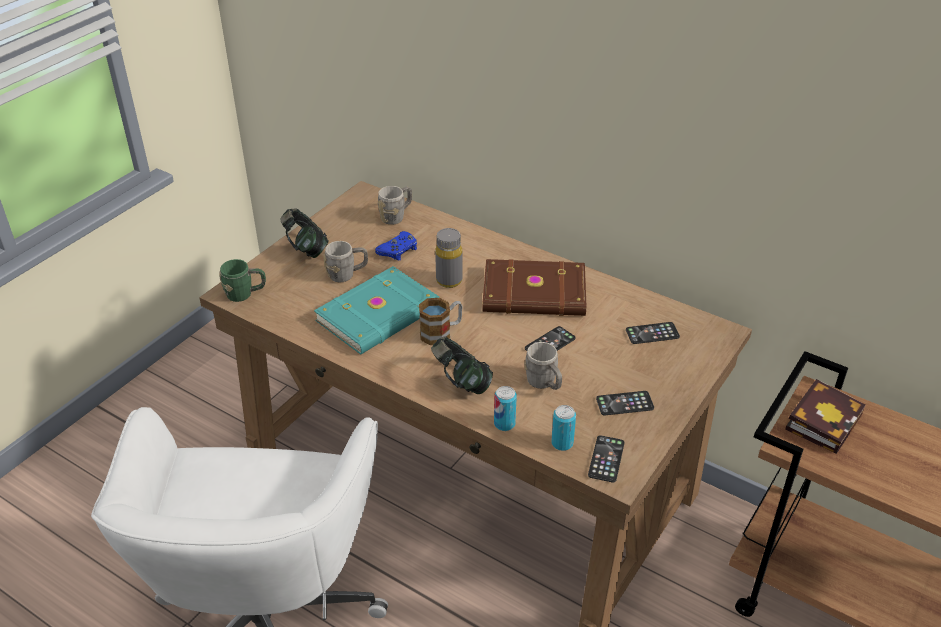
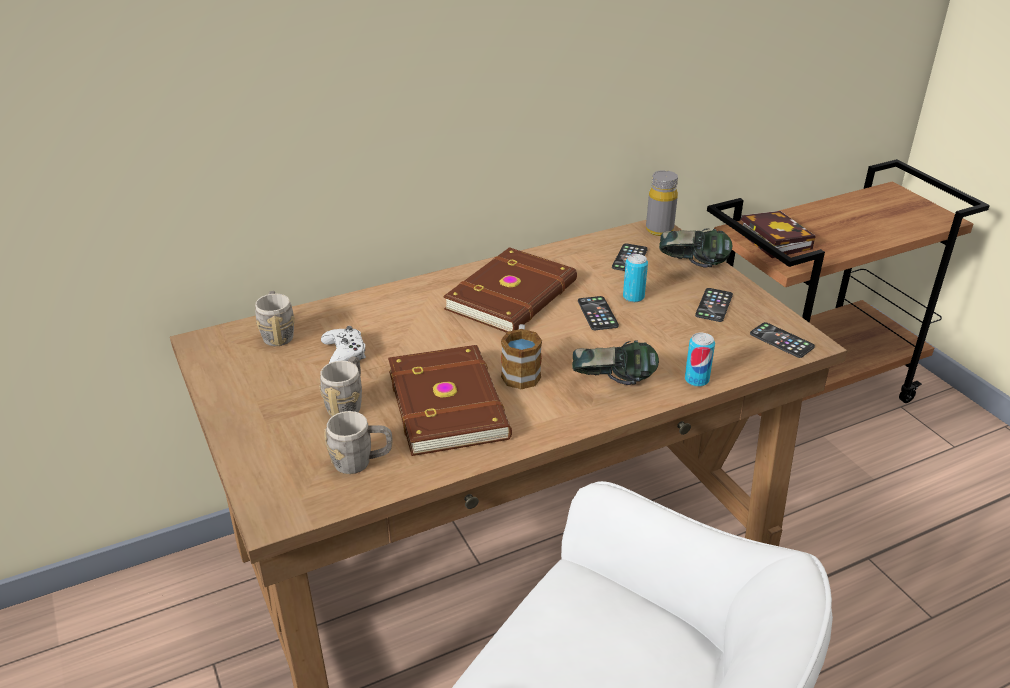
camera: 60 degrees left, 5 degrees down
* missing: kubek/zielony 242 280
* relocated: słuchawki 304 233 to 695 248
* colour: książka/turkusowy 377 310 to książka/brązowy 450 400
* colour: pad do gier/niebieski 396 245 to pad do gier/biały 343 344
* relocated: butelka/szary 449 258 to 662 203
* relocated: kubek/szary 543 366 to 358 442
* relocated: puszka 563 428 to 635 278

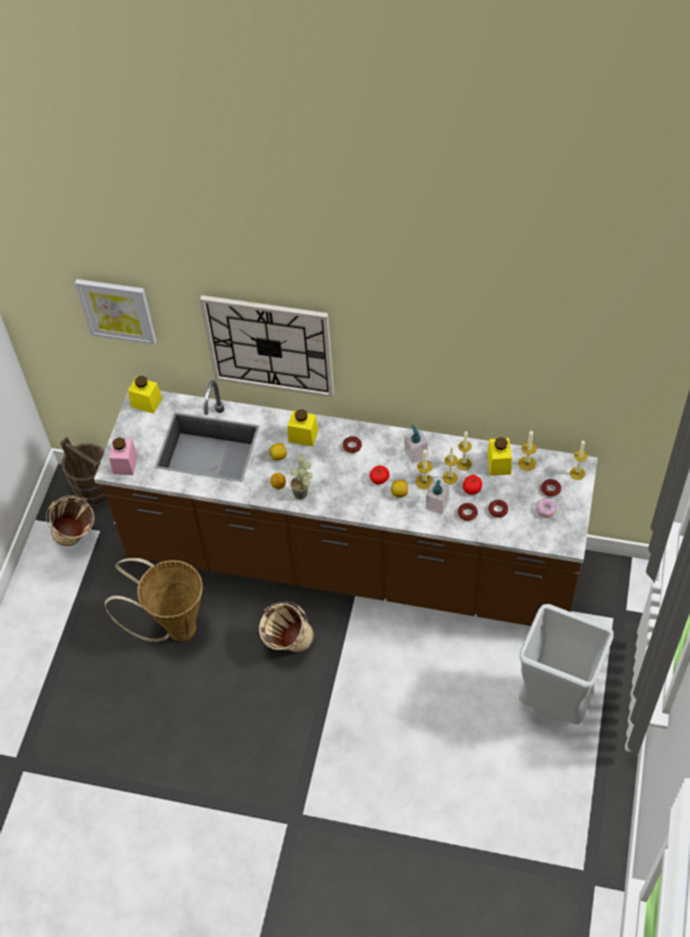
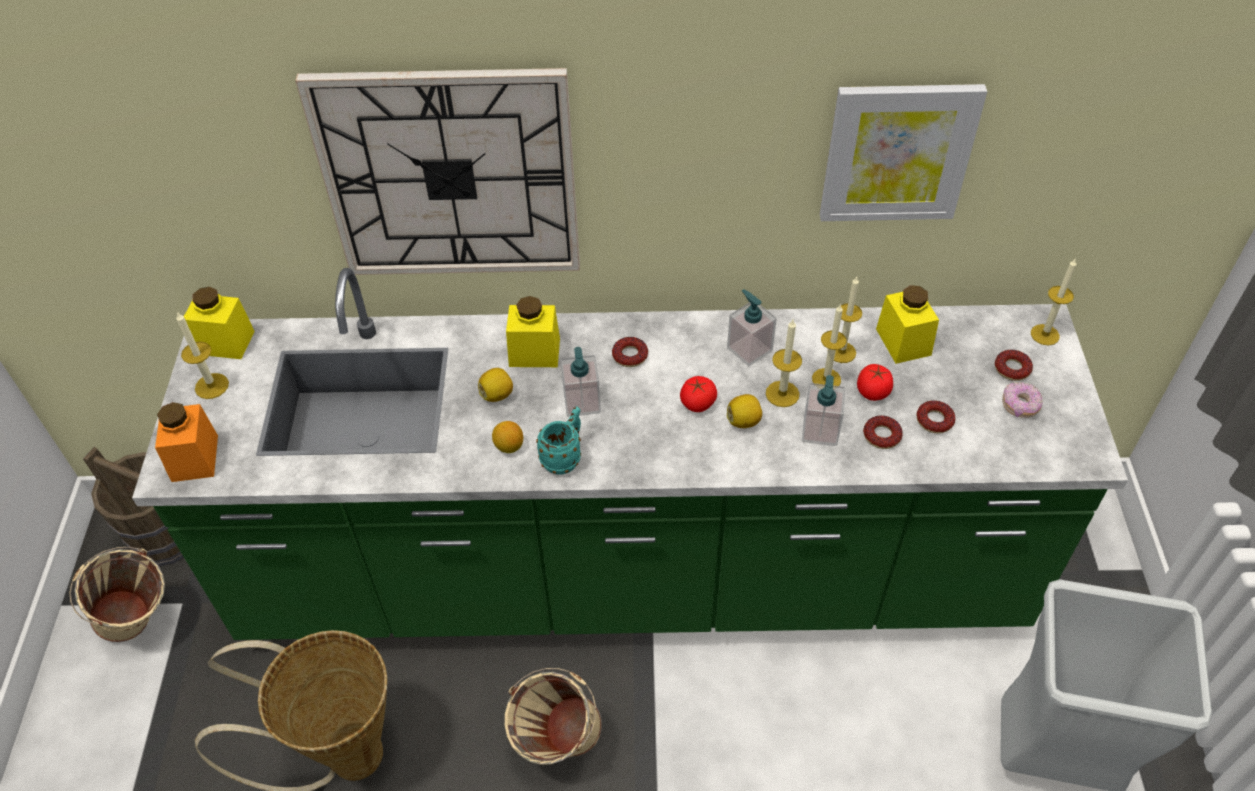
camera: 15 degrees left, 5 degrees down
* relocated: obraz 115 312 to 903 152
* colour: zabudowa kuchenna/brązowy 346 503 to zabudowa kuchenna/zielony 630 454
* colour: słoik/różowy 123 456 to słoik/pomarańczowy 186 442
* exchanged: roślina doniczkowa 301 477 to kubek/turkusowy 558 441
* relocated: świeca 527 450 to 202 355
* appeared: dozownik mydła 581 382

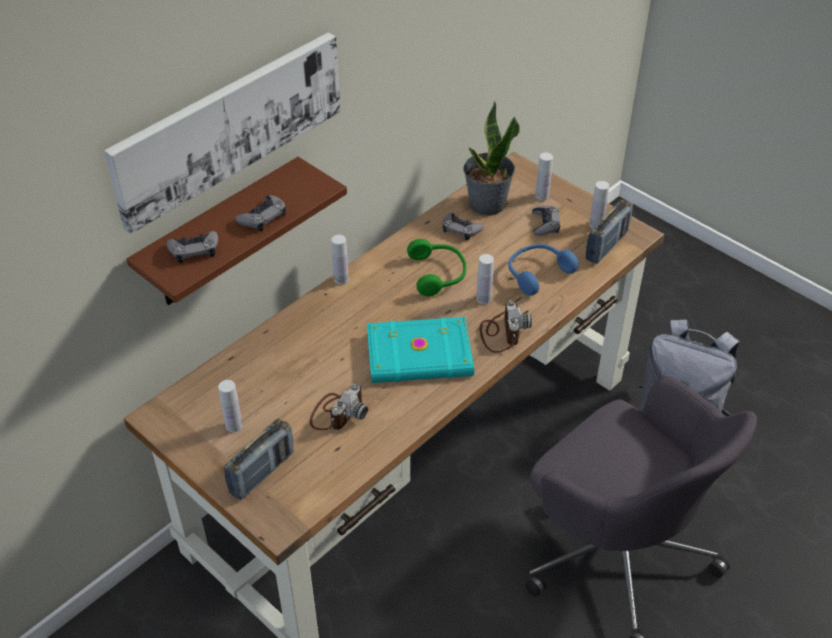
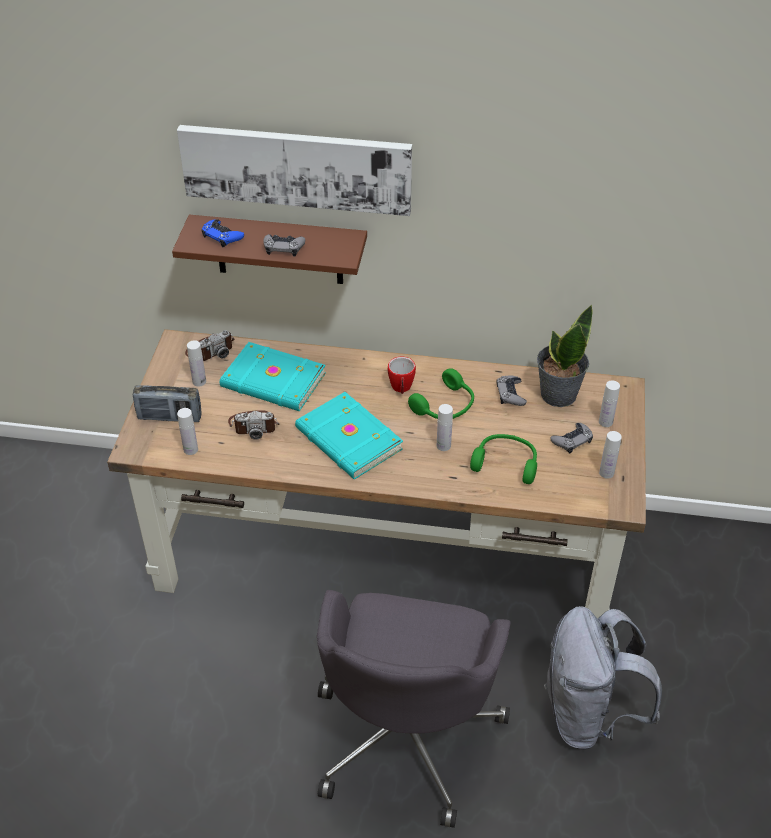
camera: 55 degrees right, 0 degrees up
* colour: pad do gier/szary 192 247 to pad do gier/niebieski 222 233
* relocated: butelka/biały 340 260 to 187 431
* relocated: aparat fotograficzny 506 326 to 209 345
* colour: słuchawki/niebieski 543 270 to słuchawki/zielony 503 459
* missing: radio 609 232
* appeared: książka/turkusowy 273 376
* appeared: kubek 402 375

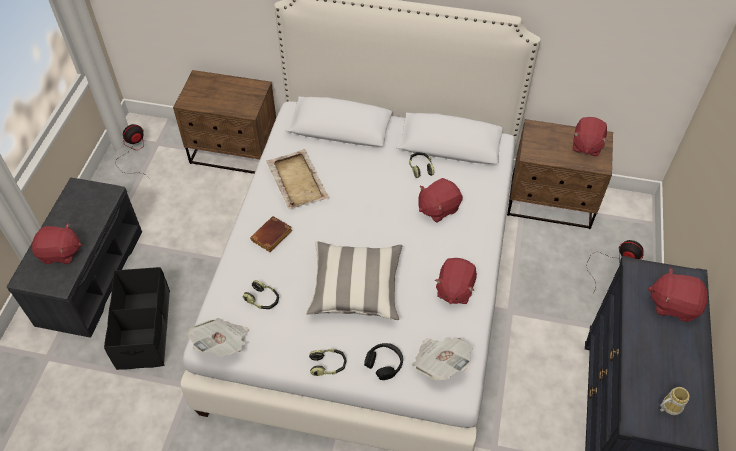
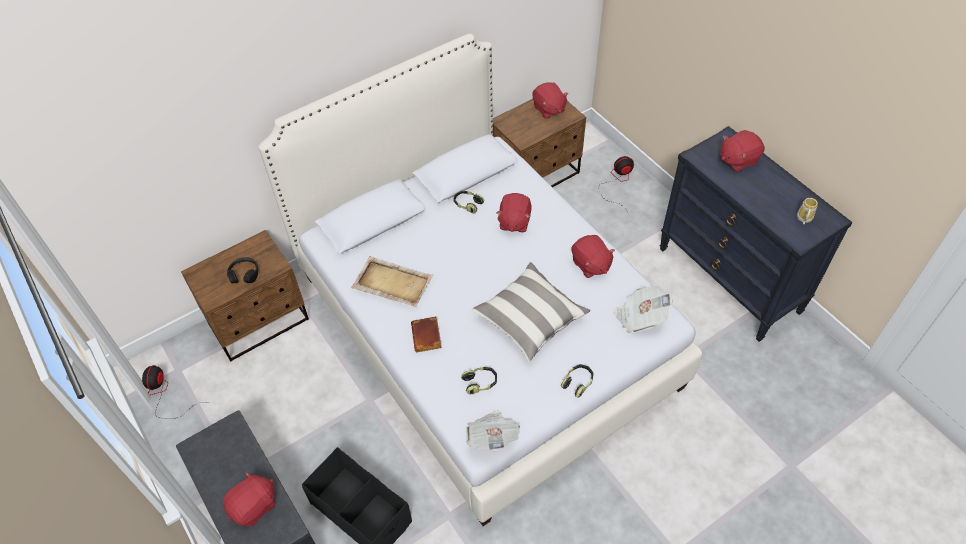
camera: 45 degrees left, 0 degrees up
* relocated: słuchawki/czarny 383 361 to 242 270

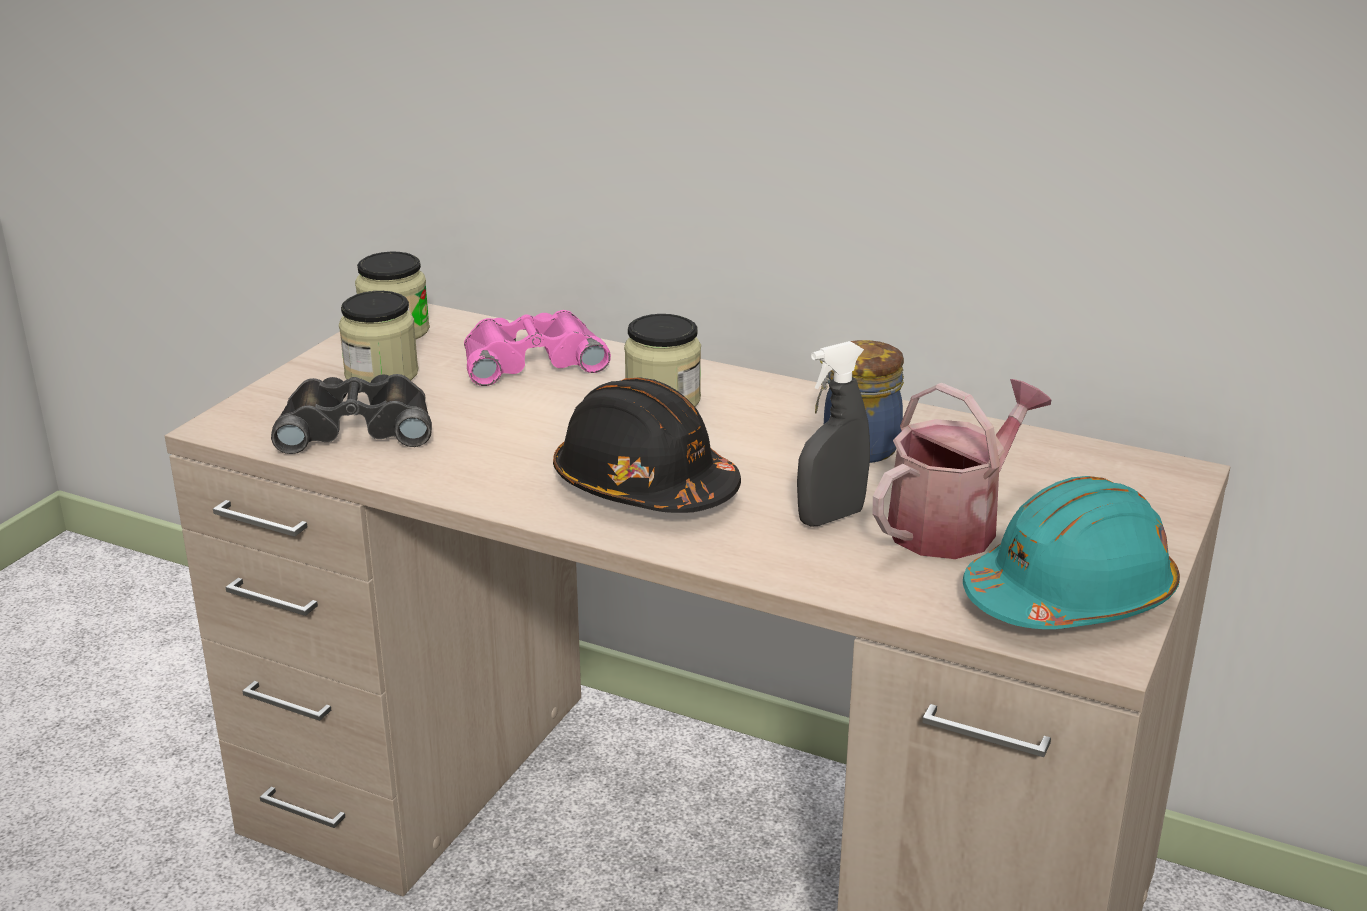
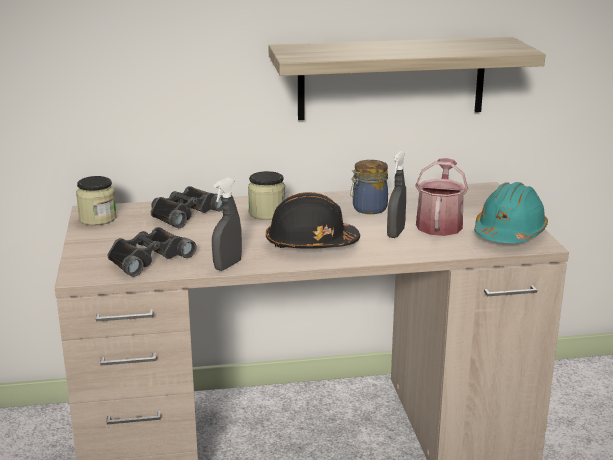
camera: 35 degrees left, 5 degrees down
* missing: słoik 379 337
* colour: lornetka/różowy 537 348 to lornetka/czarny 187 207
* appeared: spryskiwacz/szary 227 224
* appeared: półka 407 78

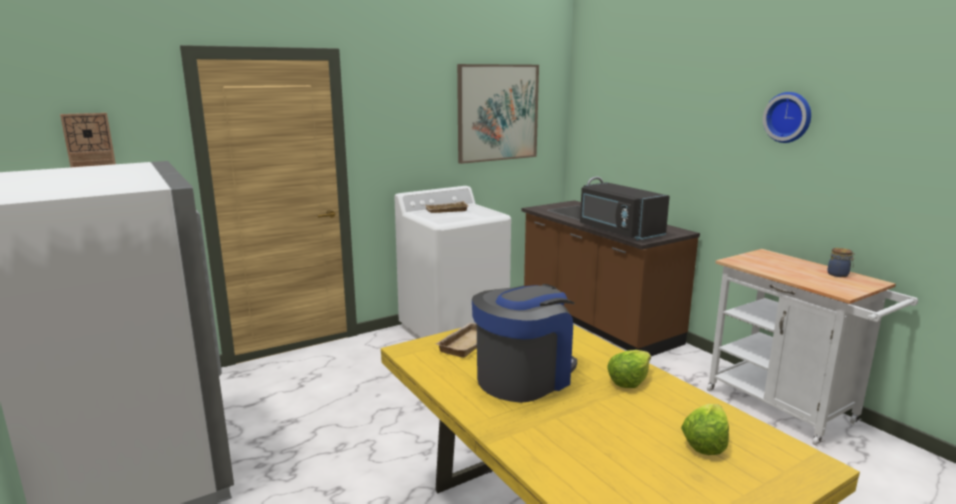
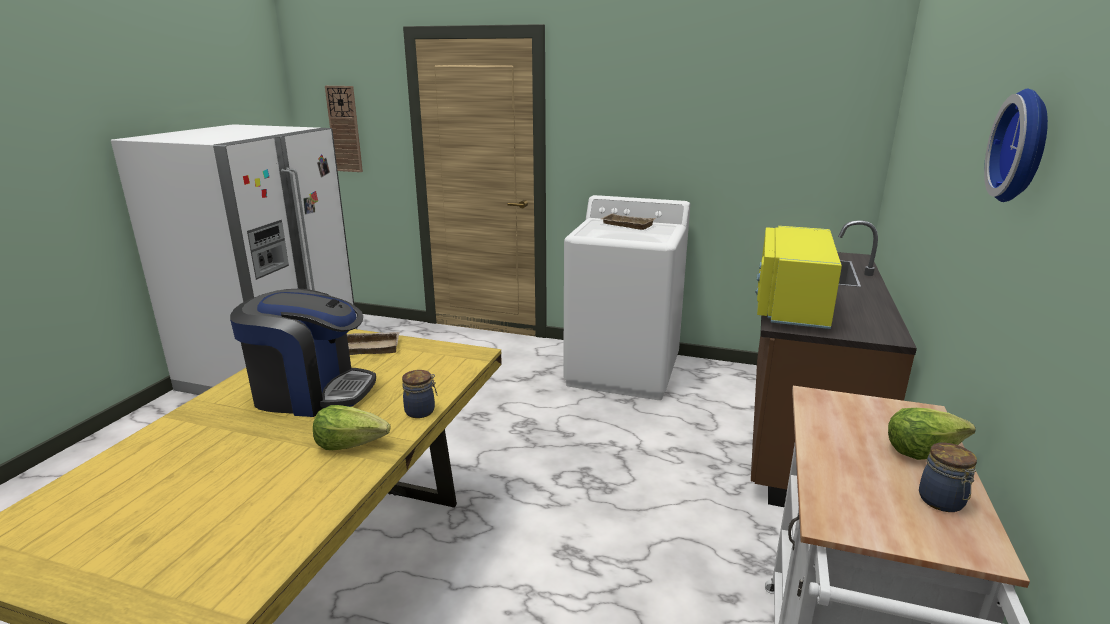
camera: 50 degrees right, 5 degrees up
* missing: obraz 498 114
* colour: mikrofalówka/czarny 625 211 to mikrofalówka/żółty 798 277
* relocated: sałata 705 429 to 932 434
* appeared: słoik 419 394

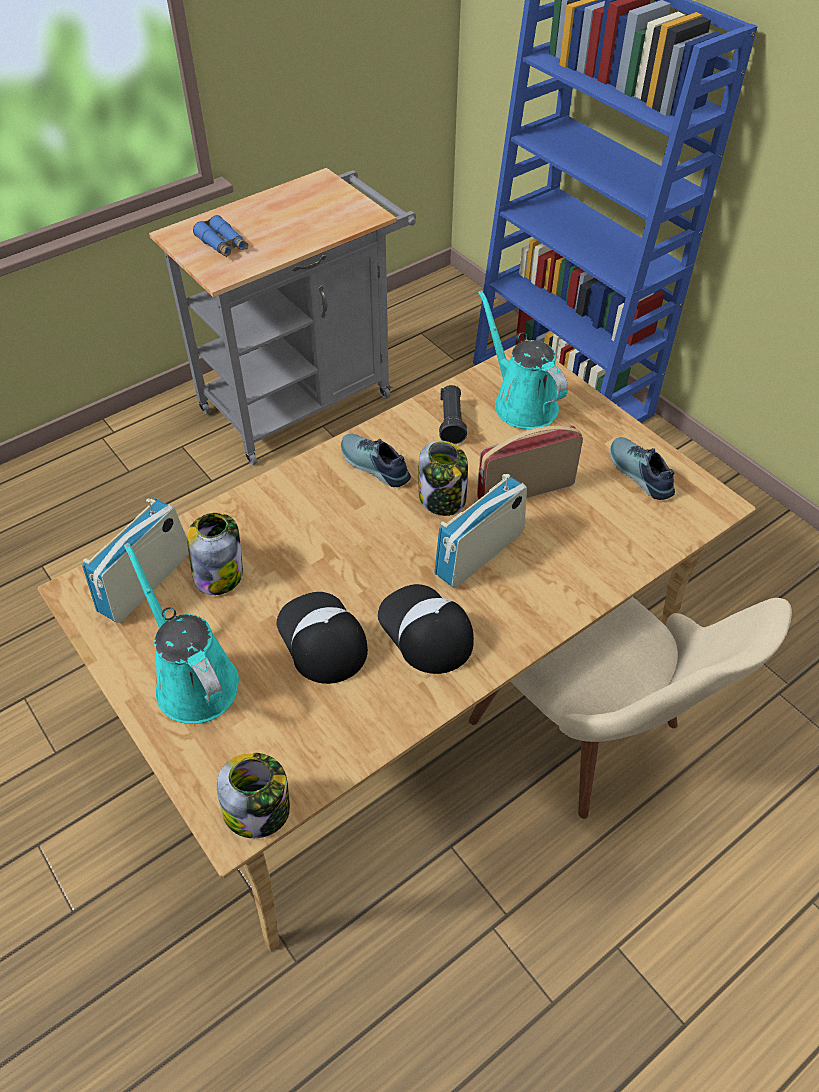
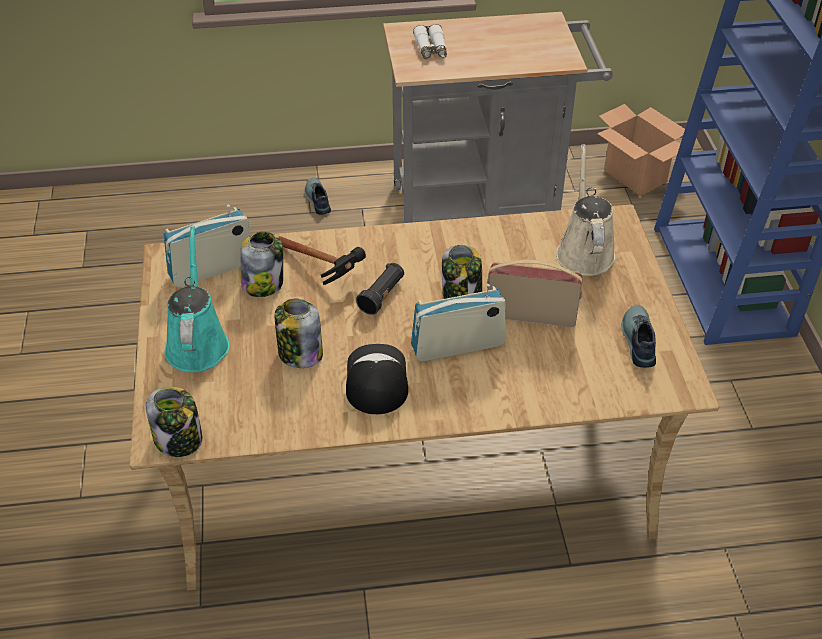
camera: 30 degrees right, 5 degrees down
* colour: lornetka/niebieski 220 236 to lornetka/biały 430 41
* exchanged: czapka z daszkiem 322 638 to słoik 299 333
* relocated: but 376 460 to 318 196
* relocated: latarka/czarny 453 414 to 380 289
* missing: krzesło/beżowy 630 708
* colour: konewka/turkusowy 523 359 to konewka/beżowy 585 210
* appeared: młotek 322 260
* appeared: karton 641 150

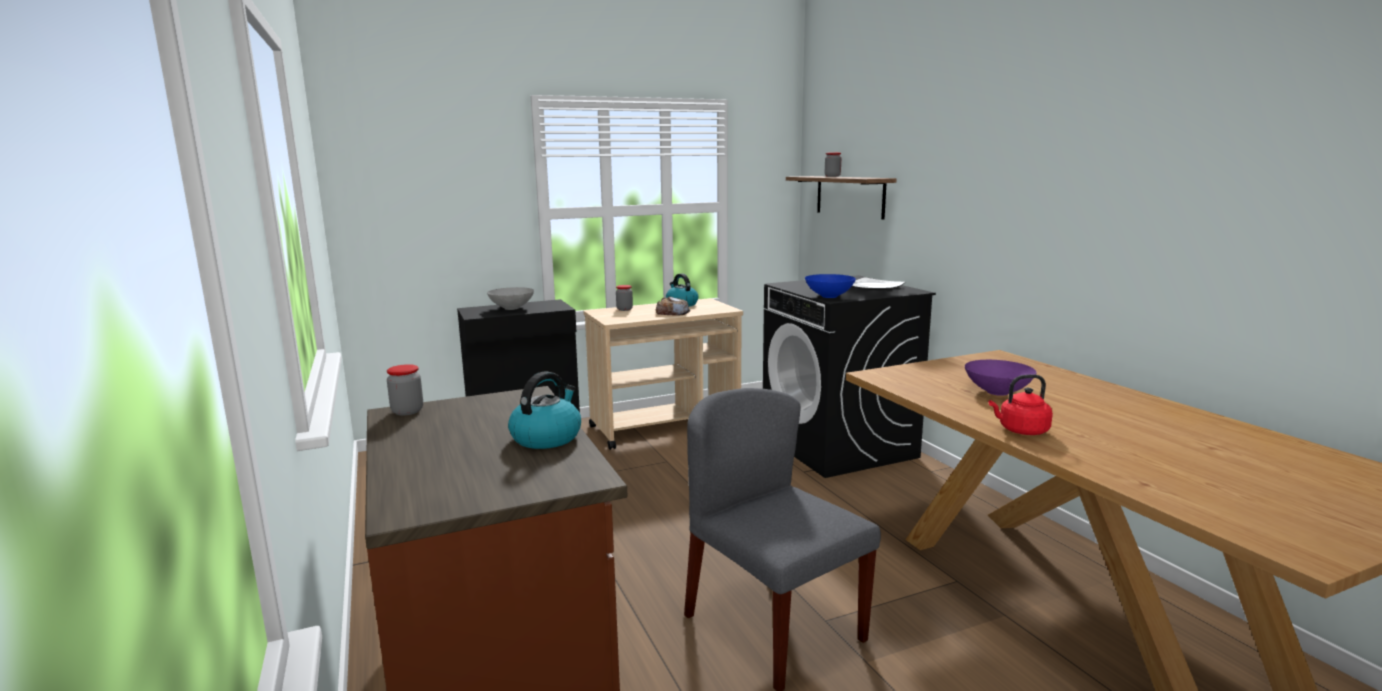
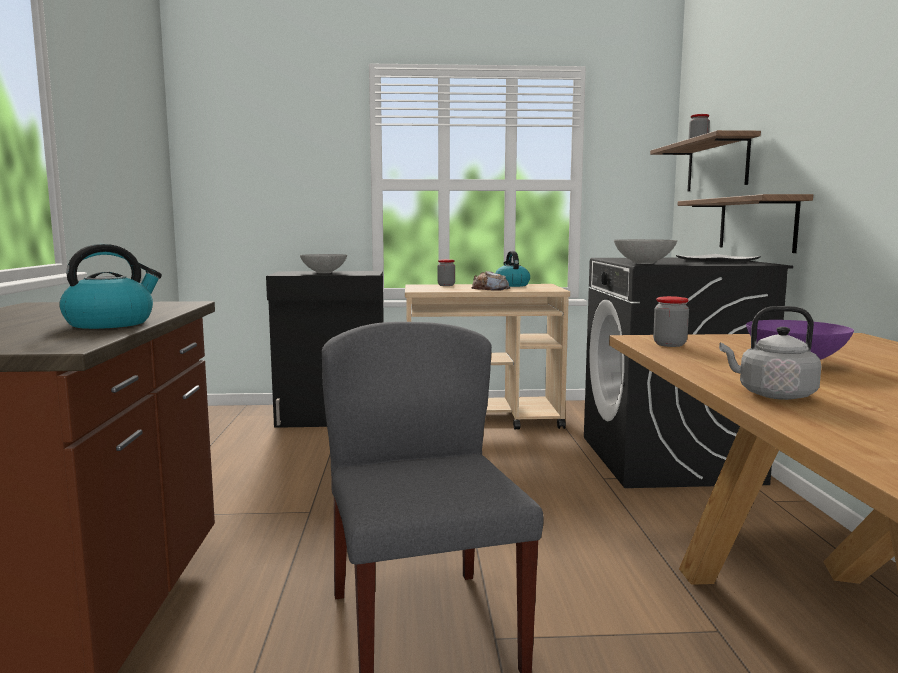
camera: 20 degrees right, 5 degrees down
* relocated: słoik 405 389 to 671 321
* colour: miska/niebieski 830 286 to miska/szary 645 251
* colour: czajnik/czerwony 1021 404 to czajnik/szary 770 353
* appeared: półka 745 223

